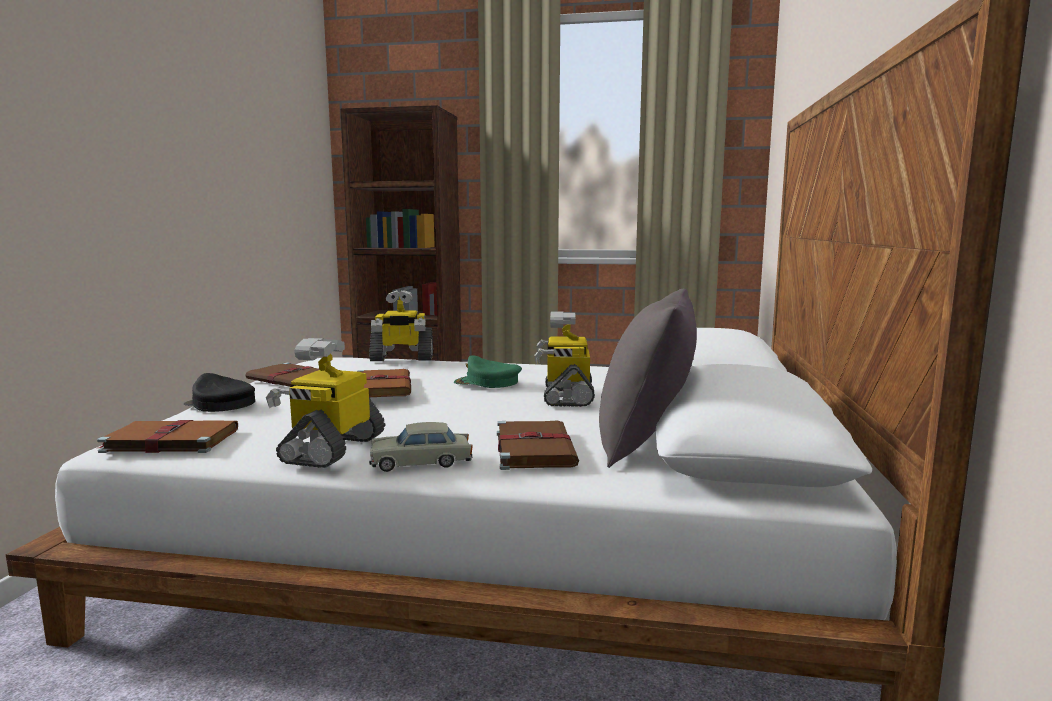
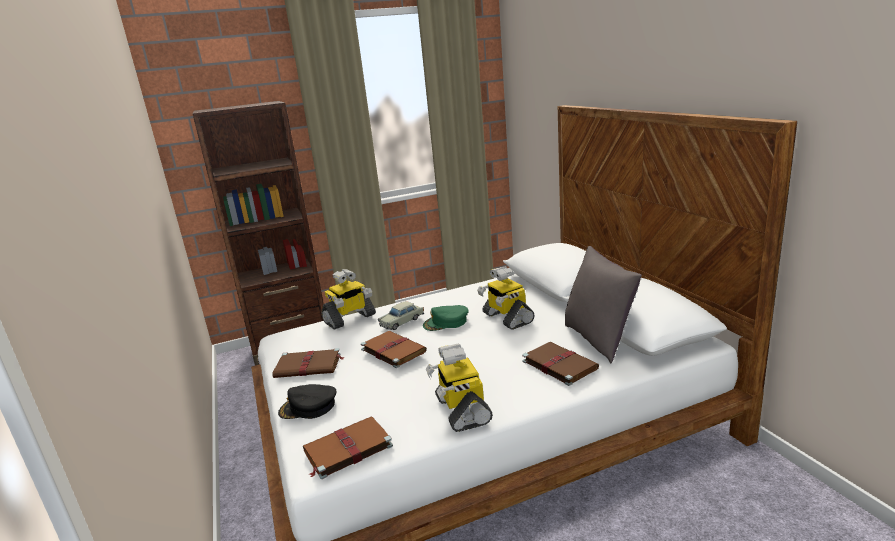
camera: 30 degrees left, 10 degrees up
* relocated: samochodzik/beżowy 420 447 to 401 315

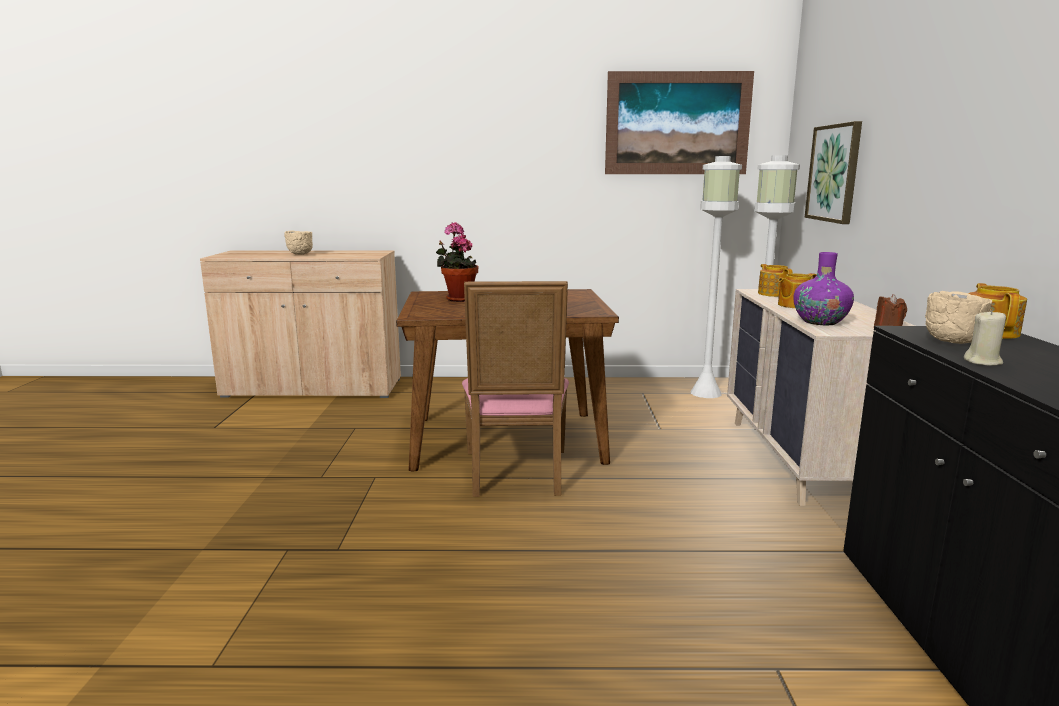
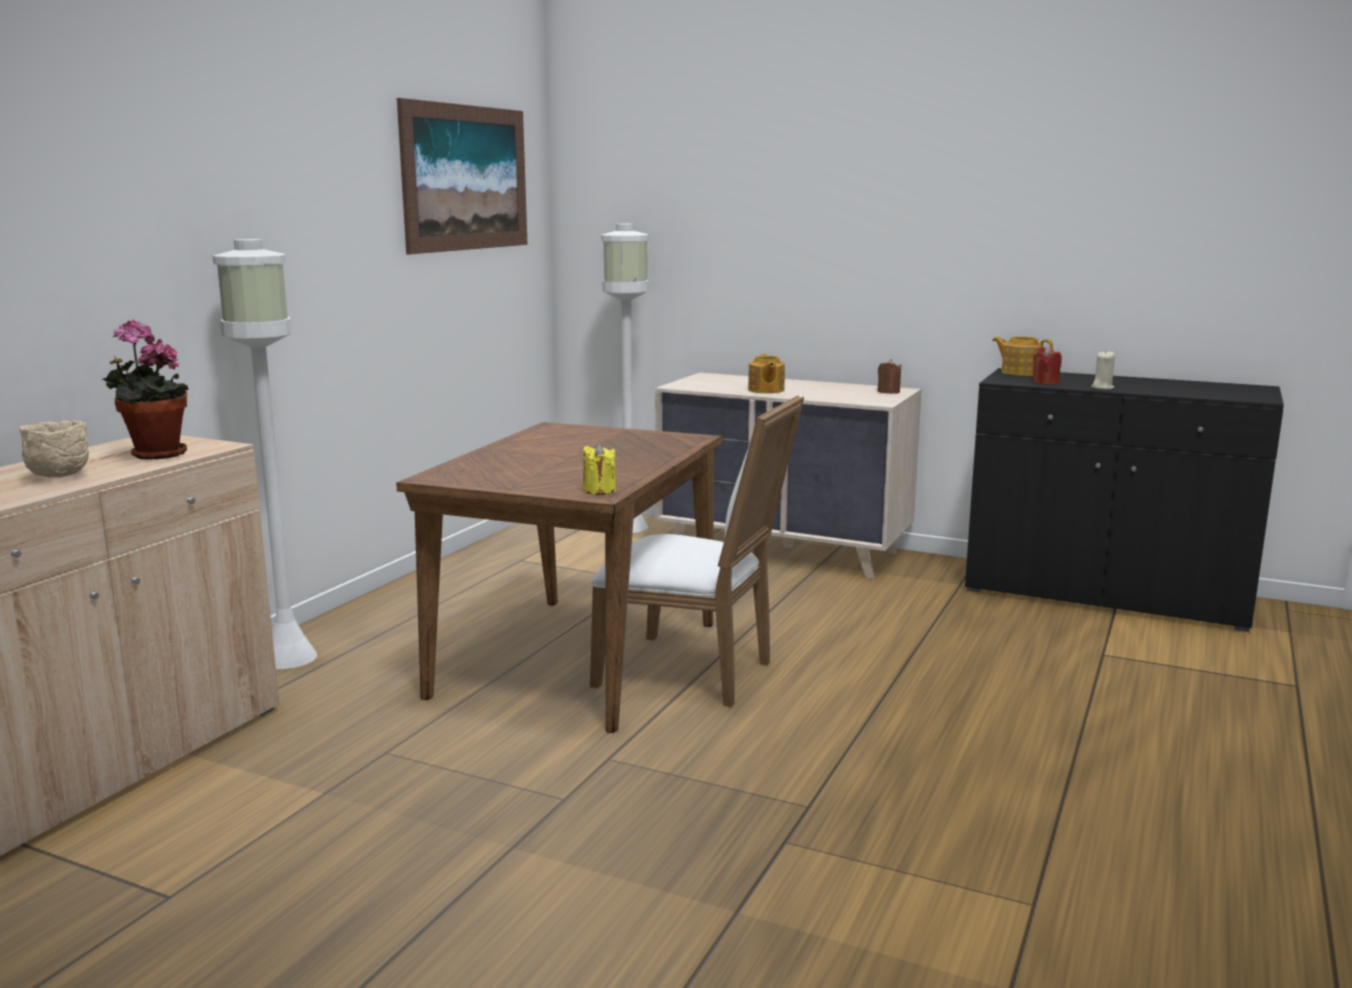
camera: 65 degrees left, 0 degrees up
* relocated: roślina doniczkowa 457 262 to 145 390
* colour: krzesło/różowy 515 389 to krzesło/biały 697 551
* relocated: lampa stojąca/biały 716 277 to 265 454
* missing: imbryk 775 280
* missing: wazon/fioletowy 824 288
* missing: obraz 833 172
* exchanged: miska/beżowy 958 317 to świeca/czerwony 1047 365
* appeared: świeca/żółty 599 469

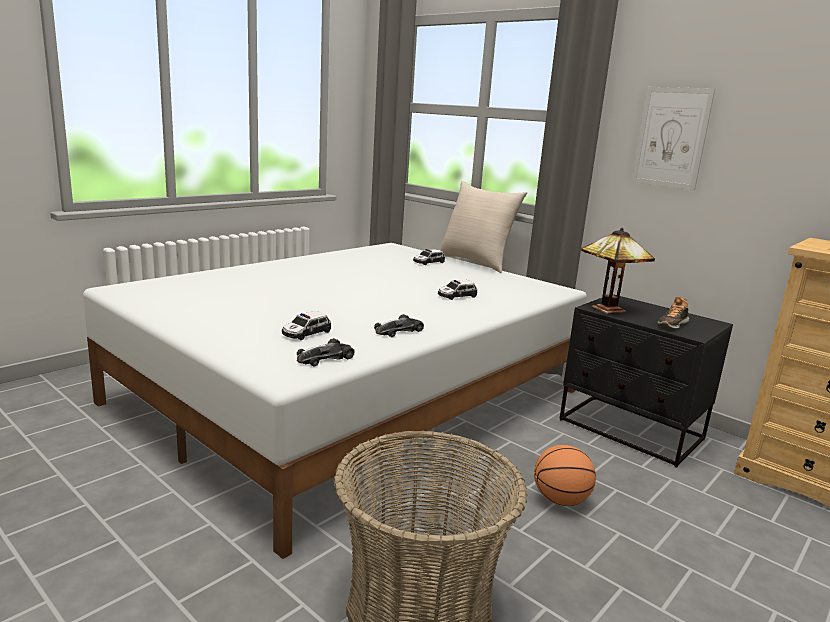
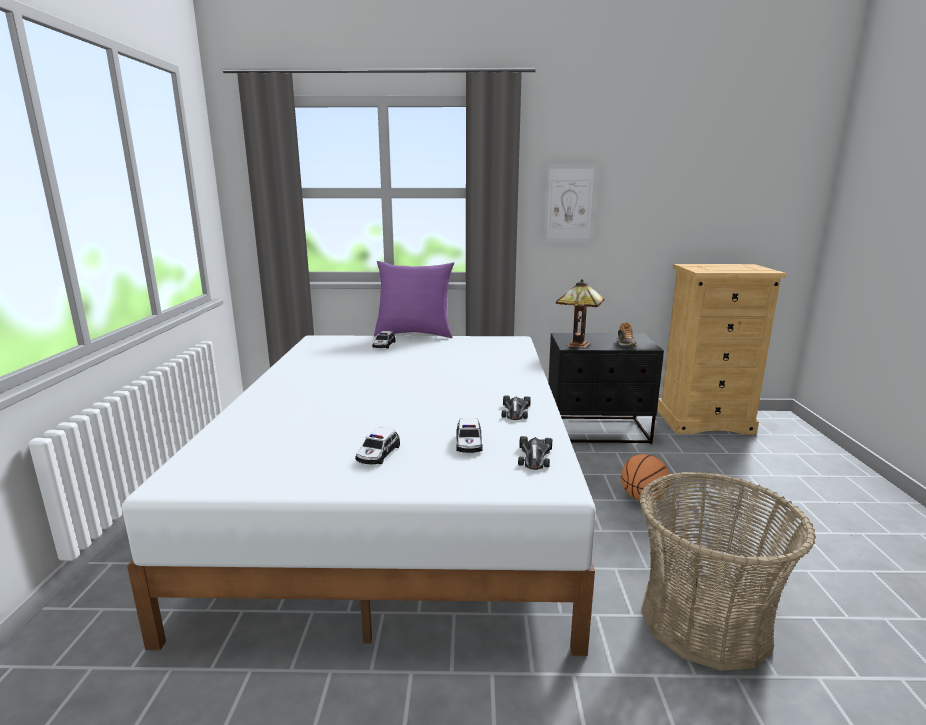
camera: 40 degrees left, 0 degrees up
* relocated: samochodzik 457 290 to 377 445
* colour: poduszka/beżowy 483 227 to poduszka/fioletowy 414 299

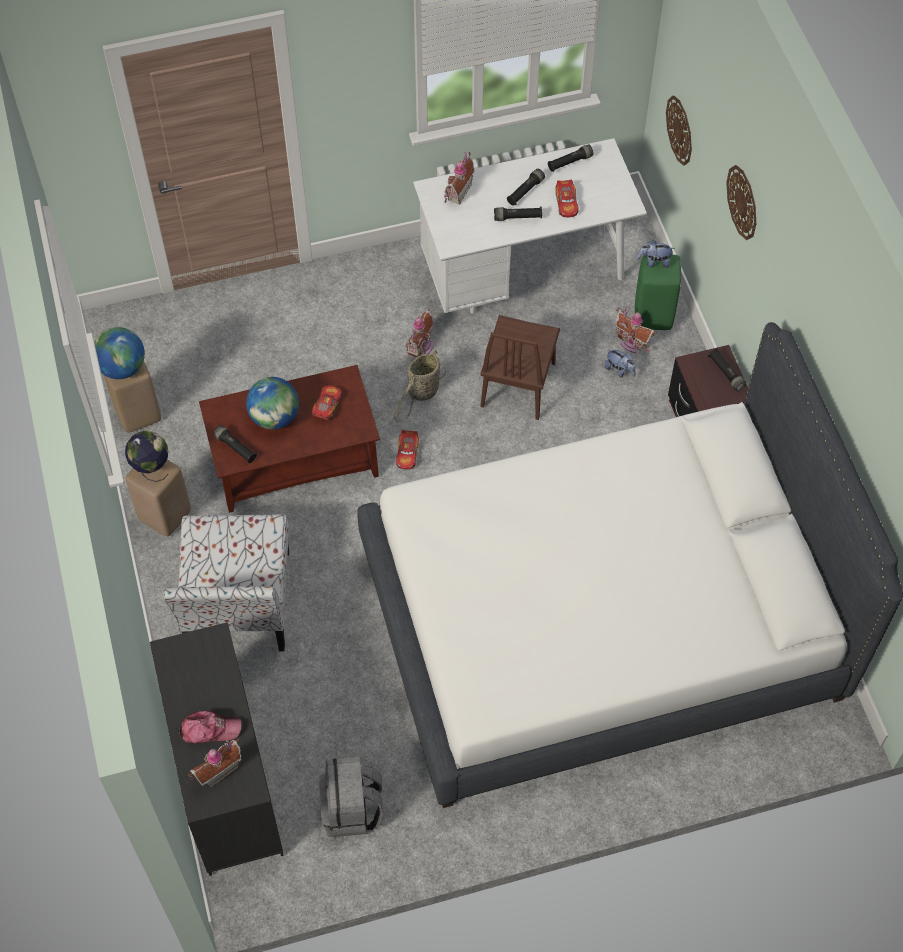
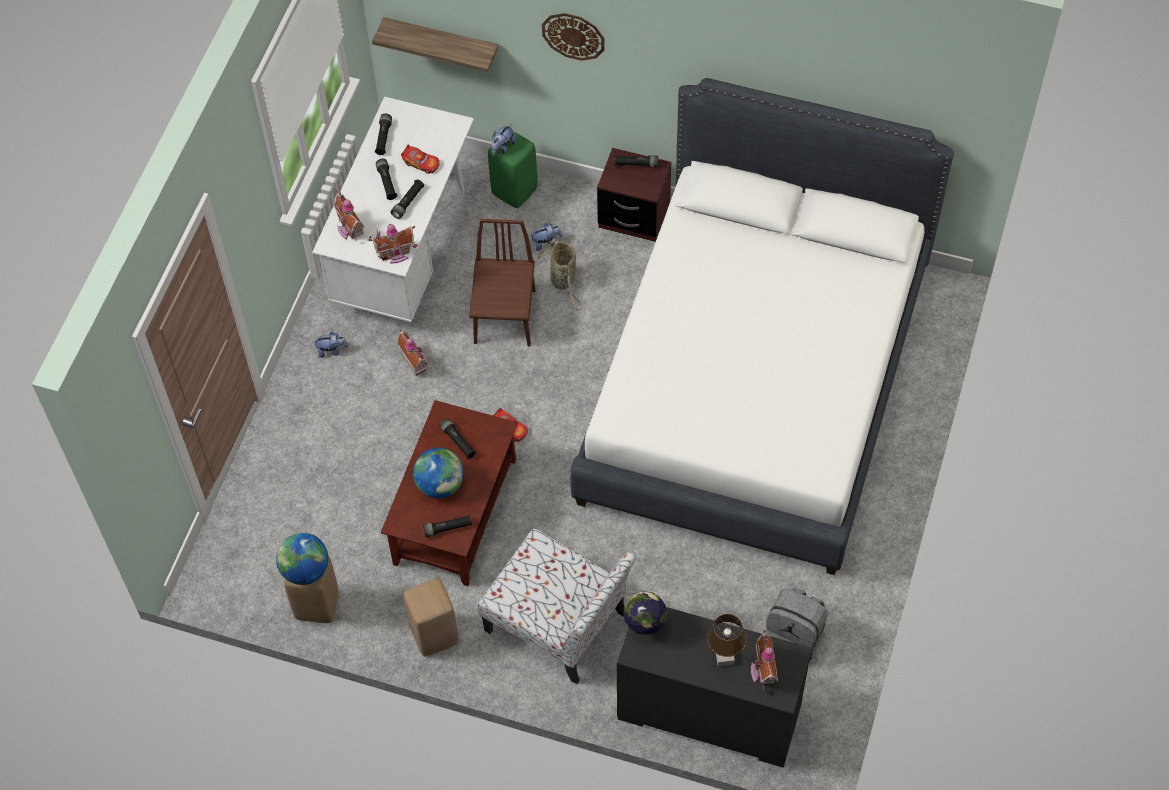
camera: 55 degrees left, 0 degrees up
* relocated: globus 146 456 to 645 614
* exchanged: czapka z daszkiem 210 727 to lampa stołowa/brązowy 726 640
* exchanged: samochodzik 327 402 to latarka/czarny 458 438
* relocated: koszyk 419 385 to 559 275
* spun: krzesło/brązowy 520 367 = 502 282 135 degrees counterclockwise
* relocated: domek 636 330 to 393 244
* exchanged: zegar ścienny 679 130 to półka 435 44
* appeared: pluszak 331 345

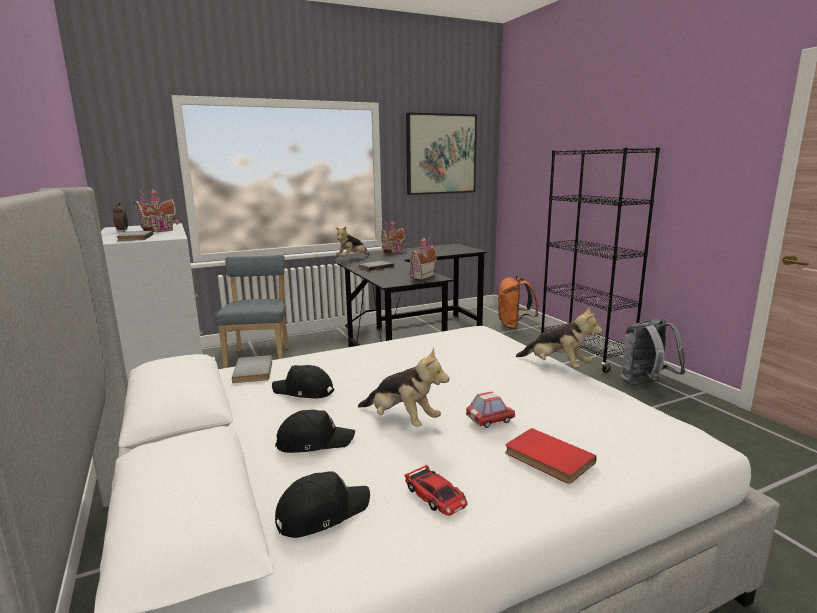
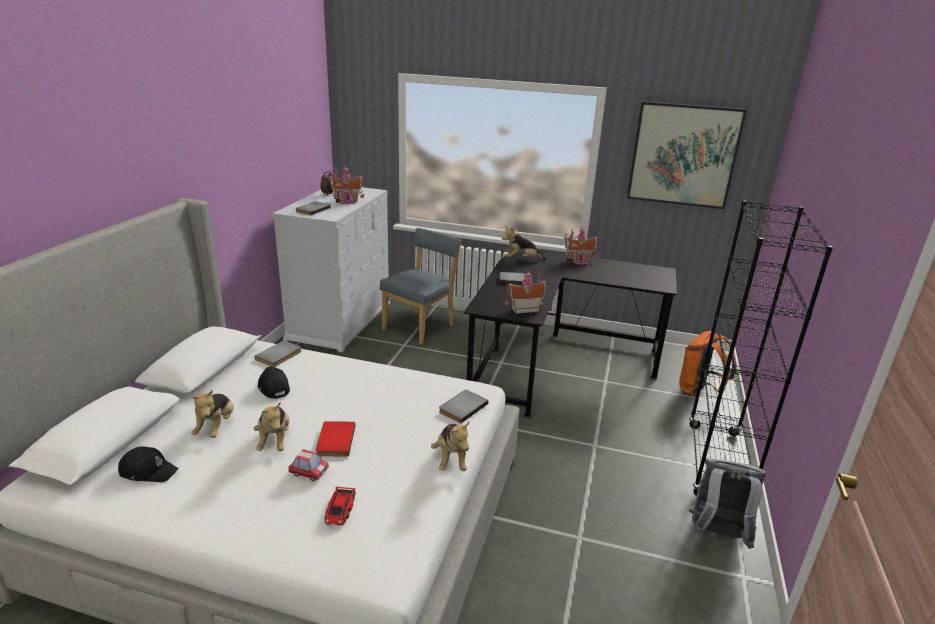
camera: 40 degrees right, 10 degrees up
* exchanged: czapka z daszkiem/czarny 315 431 to pluszak 212 414
* relocated: samochodzik 436 490 to 340 506
* relocated: książka/czerwony 551 456 to 336 439
* appeared: książka/szary 463 406

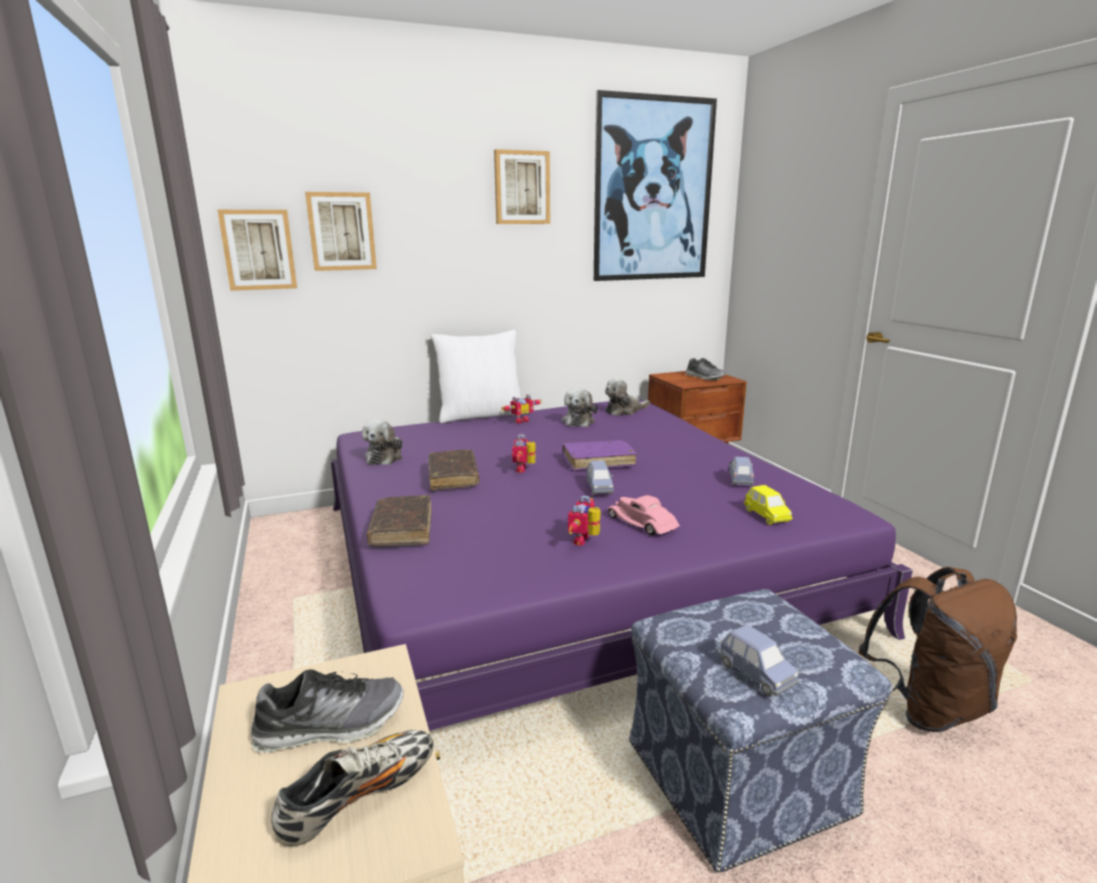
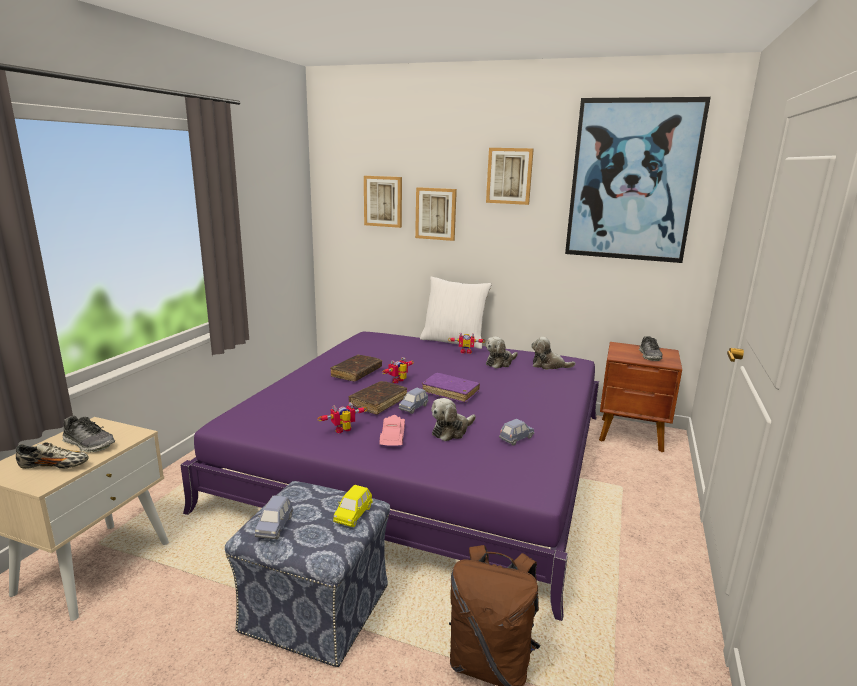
camera: 40 degrees right, 0 degrees up
* relocated: obraz 257 250 to 436 214
* relocated: pluszak 382 442 to 453 419
* relocated: książka/brązowy 399 520 to 378 398
* relocated: samochodzik/żółty 768 505 to 353 506

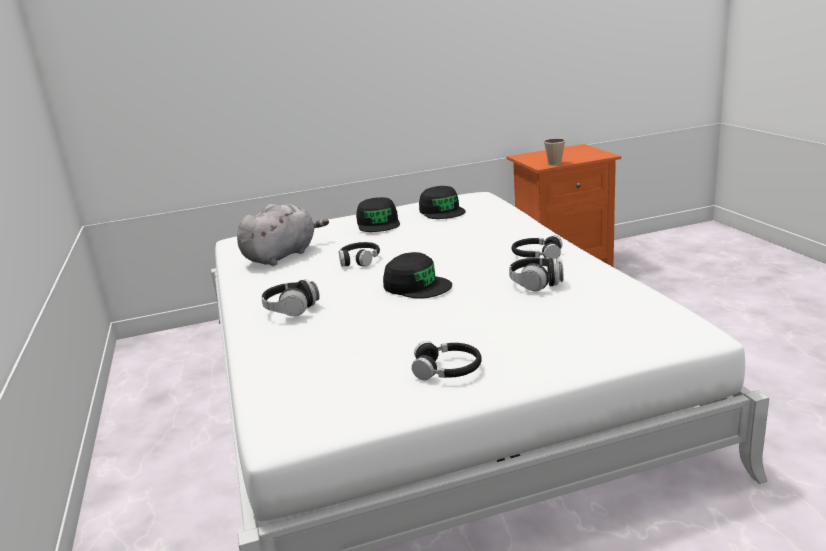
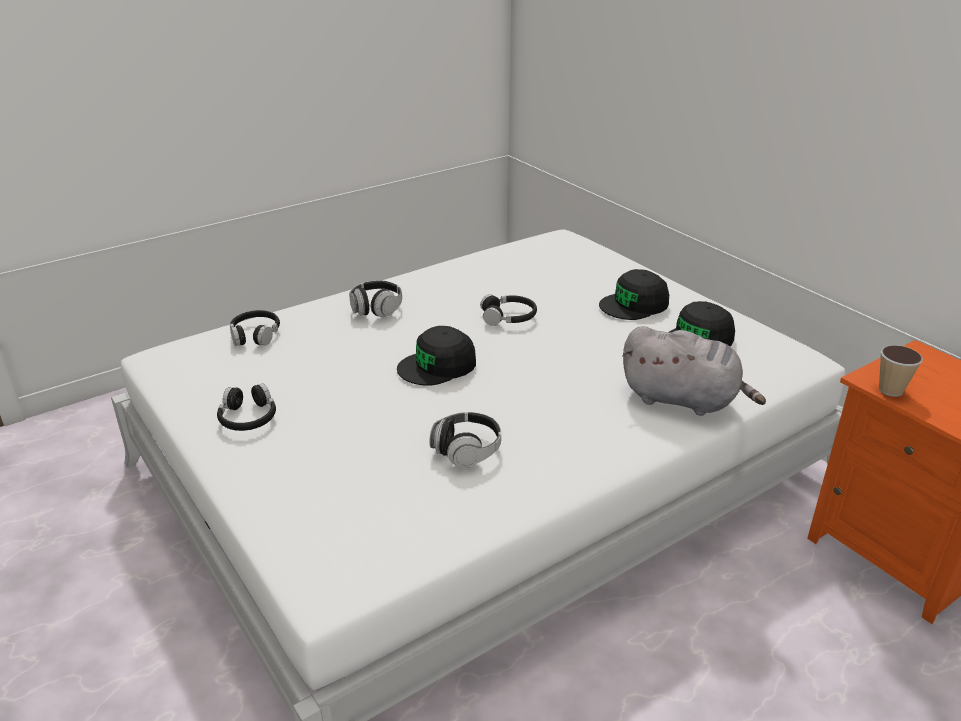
camera: 70 degrees right, 10 degrees up
* relocated: pluszak/szary 283 235 to 694 371
* spun: czapka z daszkiem/czarny 417 275 = 436 356 45 degrees clockwise
* relocated: słuchawki/czarny 537 247 to 255 328

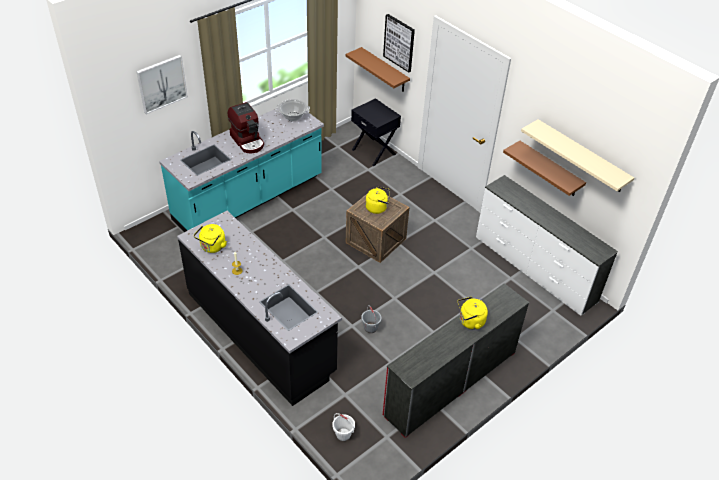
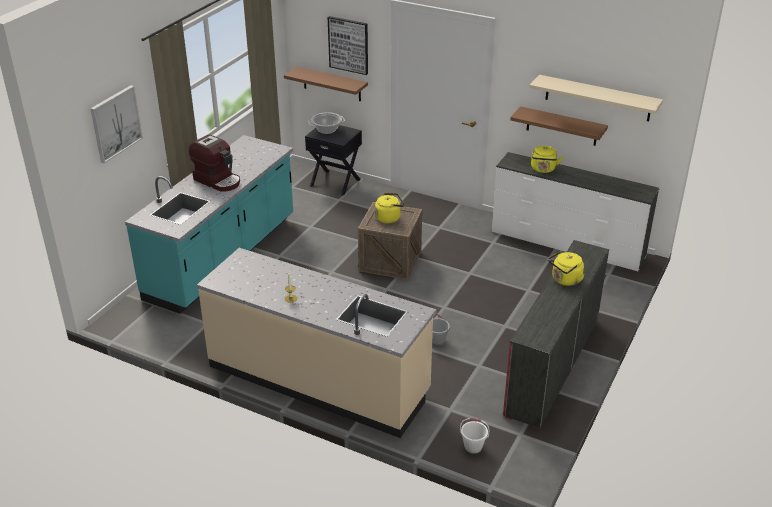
camera: 20 degrees left, 10 degrees down
* colour: zabudowa kuchenna/czarny 259 308 to zabudowa kuchenna/beżowy 316 343
* relocated: czajnik/żółty 210 238 to 547 159
* relocated: garnek 293 110 to 326 123

